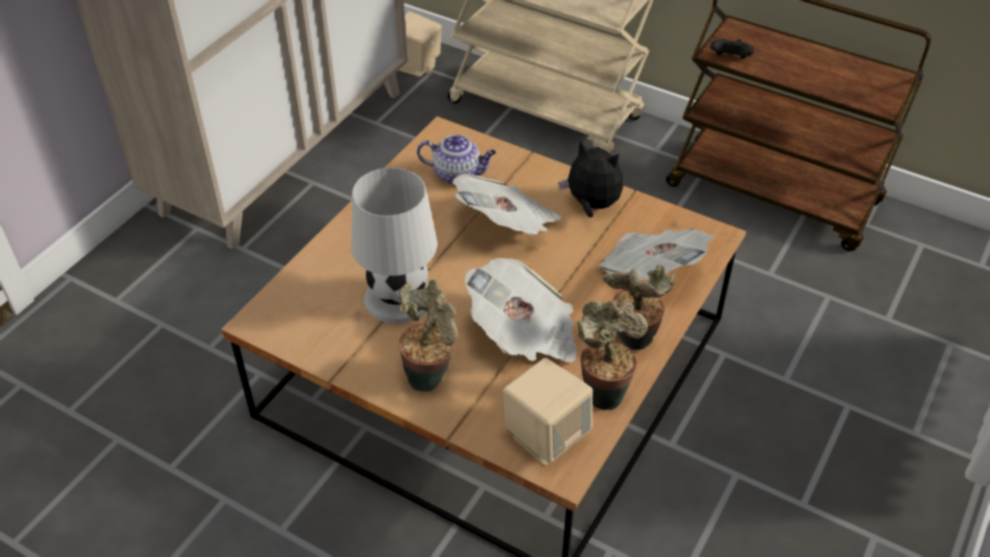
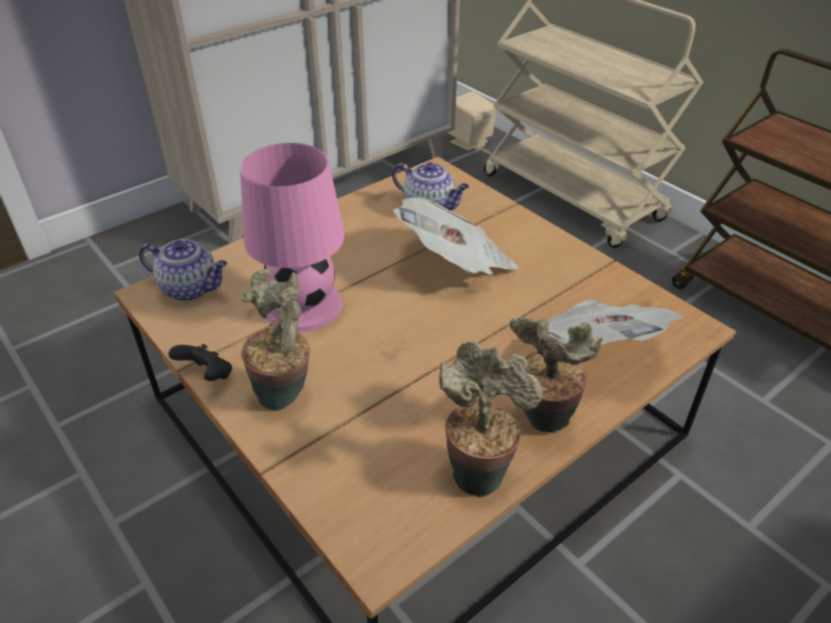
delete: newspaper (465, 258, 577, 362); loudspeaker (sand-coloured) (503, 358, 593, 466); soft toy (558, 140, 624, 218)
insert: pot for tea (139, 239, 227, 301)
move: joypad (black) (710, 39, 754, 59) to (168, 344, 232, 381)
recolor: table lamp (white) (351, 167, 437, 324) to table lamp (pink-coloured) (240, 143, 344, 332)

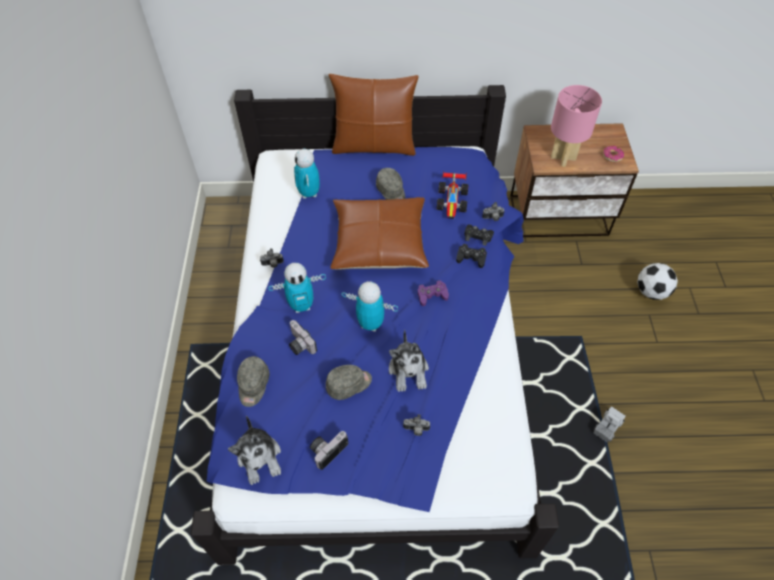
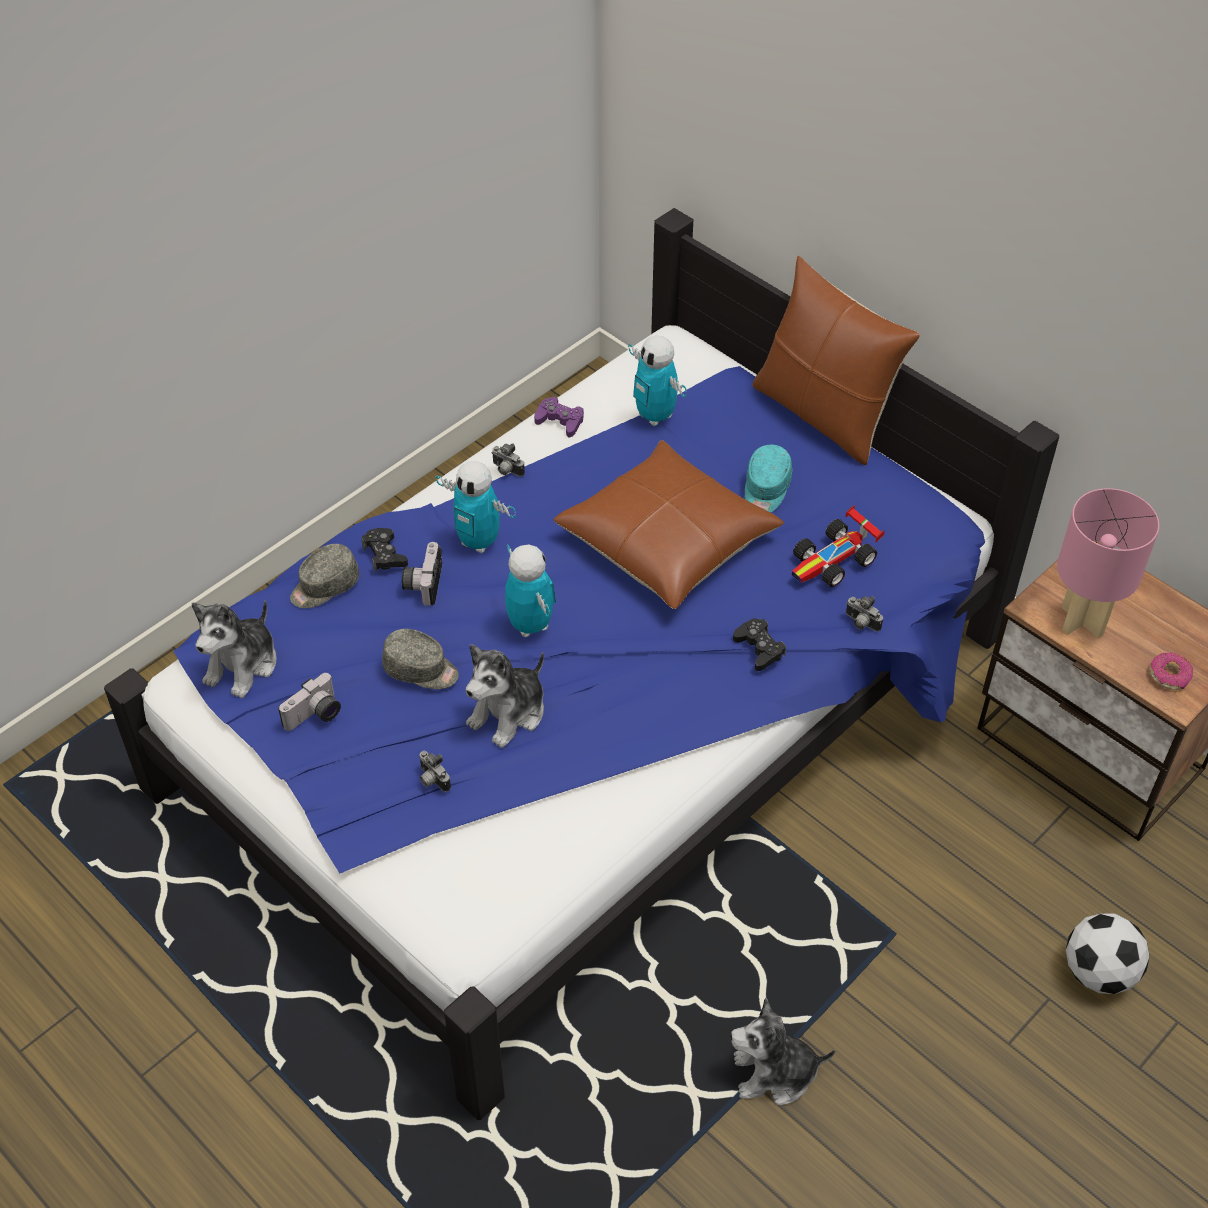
move: joypad (purple-coloured) (418, 280, 449, 306) to (534, 397, 584, 438); joypad (black) (464, 224, 494, 246) to (361, 528, 408, 572)
replace: toy truck (593, 406, 626, 443) to soft toy (731, 998, 836, 1105)
recolor: peaked cap (gray) (376, 168, 405, 200) to peaked cap (turquoise) (745, 444, 792, 512)
rotate: toy robot (294, 149, 320, 199) = (628, 336, 687, 426) 75 degrees counterclockwise; photo camera (310, 431, 348, 470) = (278, 673, 341, 731) 135 degrees clockwise

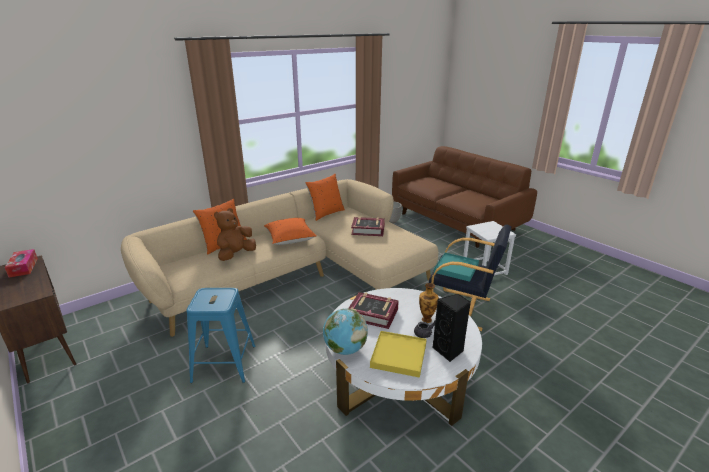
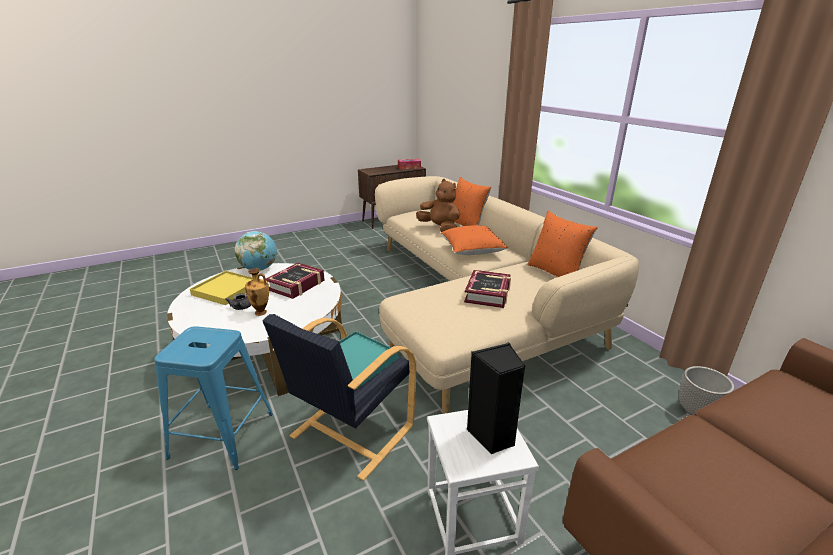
move: sitting stool (bluish) (186, 288, 256, 383) to (154, 326, 273, 470); loudspeaker (black) (432, 294, 471, 362) to (467, 343, 526, 454)

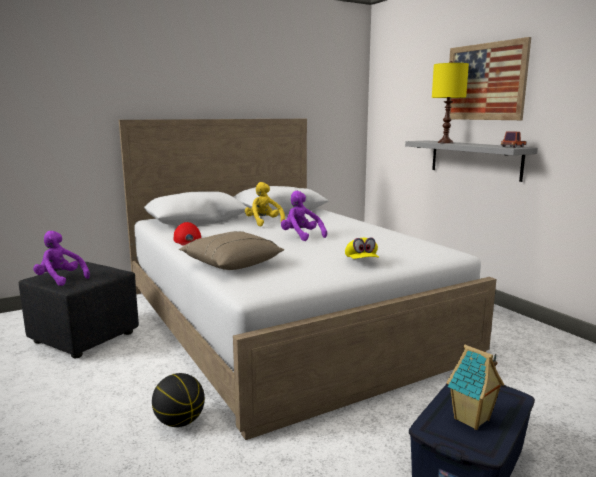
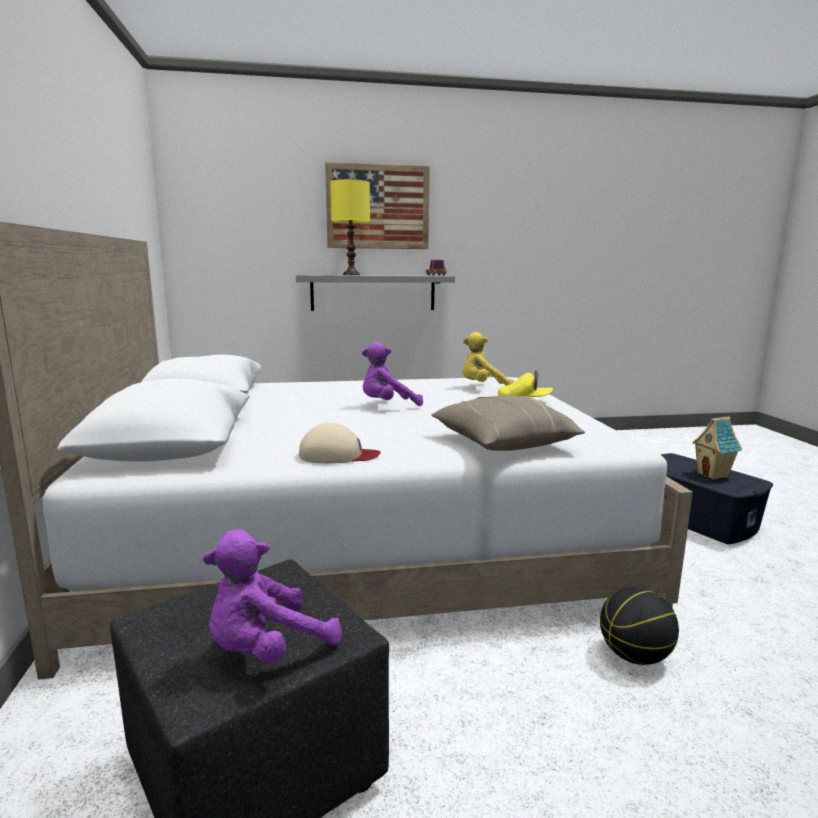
move: soft toy (yellow-coloured) (245, 182, 285, 227) to (462, 332, 514, 386)
recolor: peaked cap (red-coloured) (174, 222, 201, 246) to peaked cap (sand-coloured) (299, 422, 381, 463)

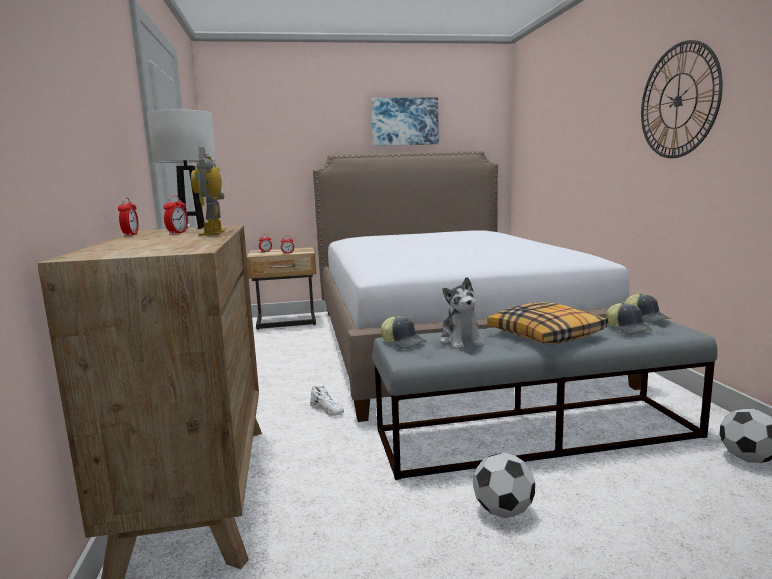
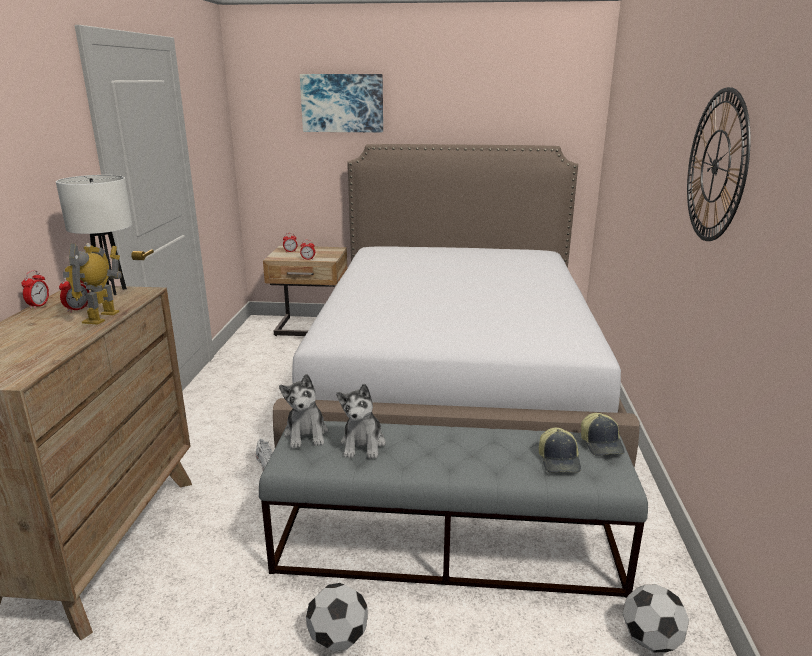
delete: pillow (487, 302, 608, 344)
move: picture (371, 97, 439, 146) to (300, 74, 383, 133)
replace: peaked cap (381, 316, 427, 349) to soft toy (279, 374, 328, 449)

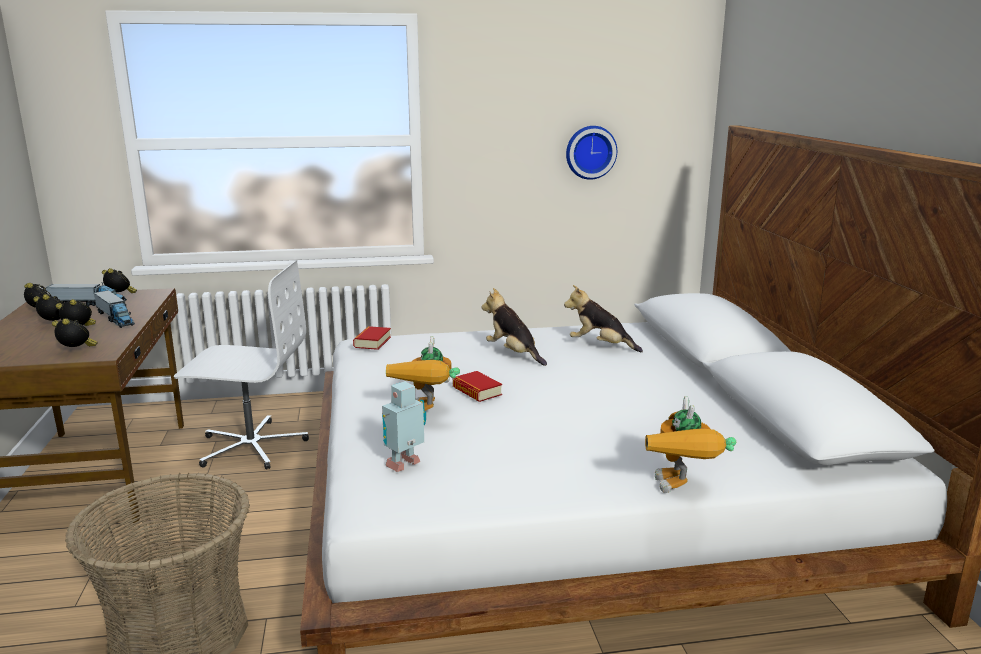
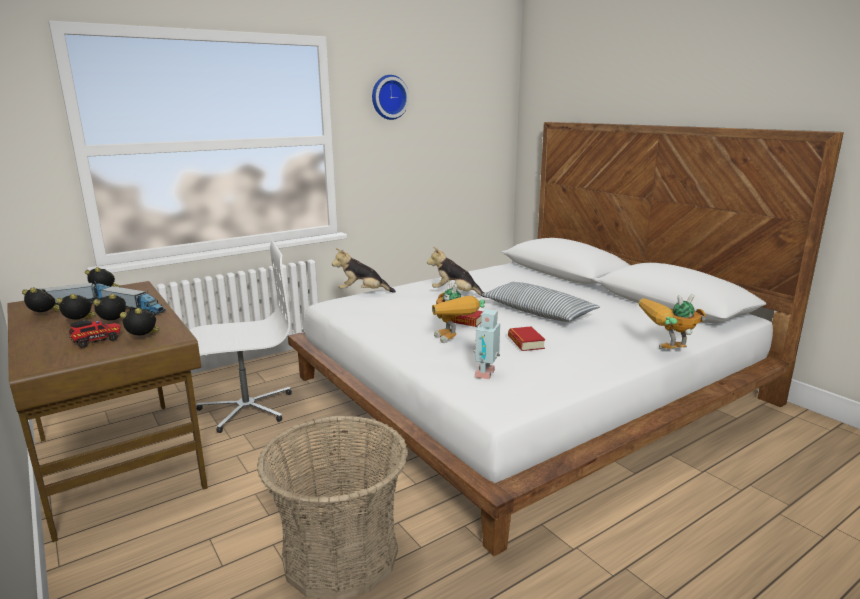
insert: toy truck (69, 320, 121, 348); pillow (482, 282, 600, 322)
move: book (353, 326, 391, 350) to (508, 326, 545, 351); soft toy (564, 285, 643, 352) to (332, 248, 396, 293); clock on the wall (566, 126, 617, 180) to (372, 75, 409, 120)
rotate: toy robot (645, 396, 736, 493) = (639, 294, 706, 349) 105 degrees clockwise

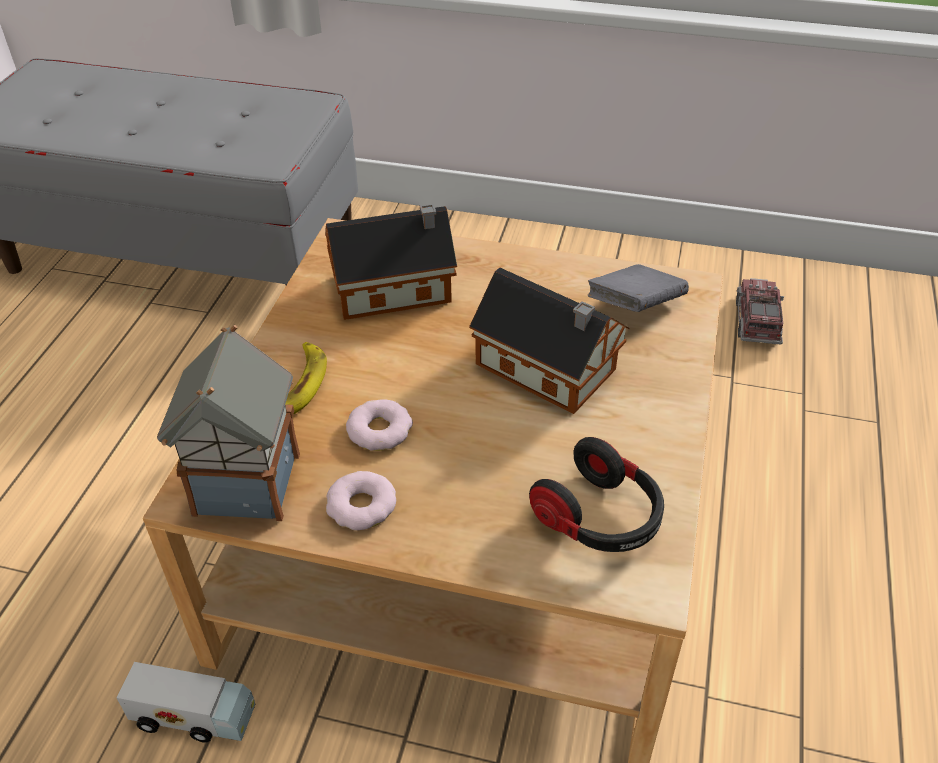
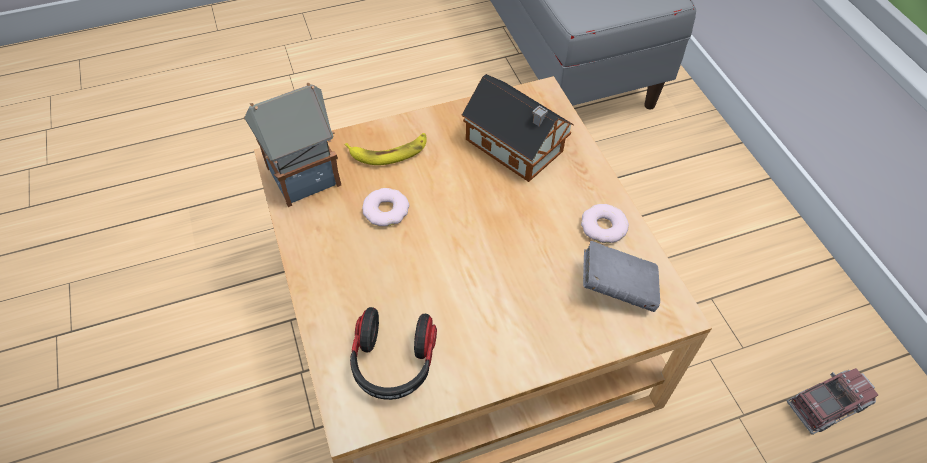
delete: toy truck (117, 662, 255, 742); miniature house (469, 268, 630, 414)
move: donut (326, 471, 396, 531) to (581, 204, 629, 243)

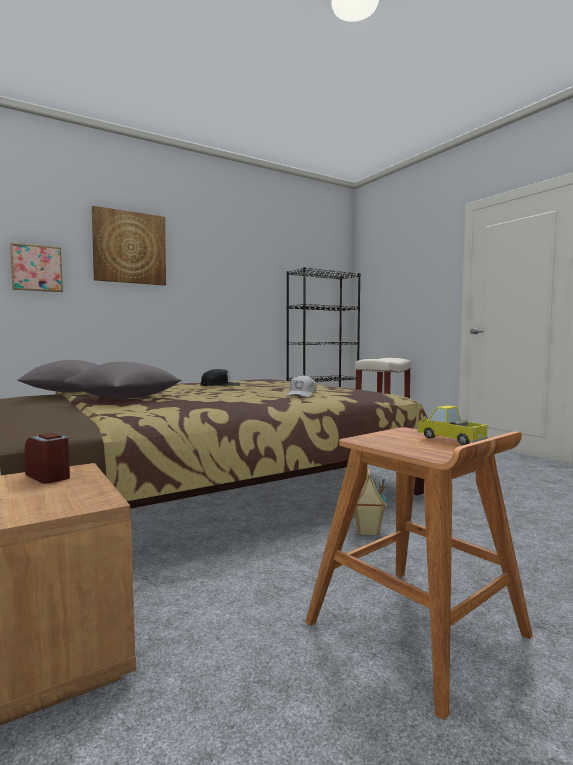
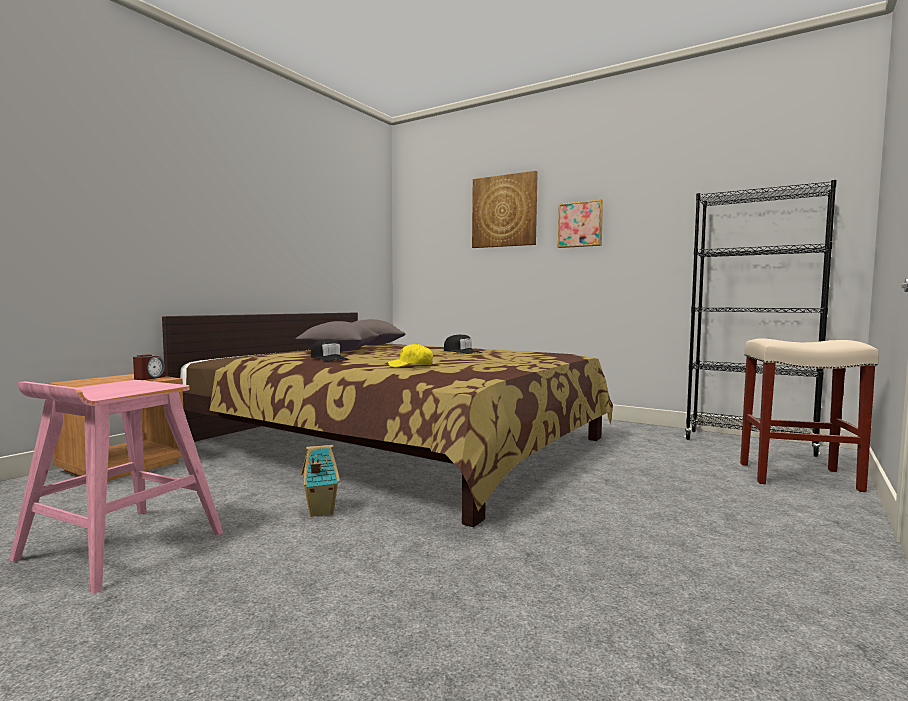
delete: toy truck (417, 405, 488, 445)
insert: peaked cap (black) (311, 339, 349, 361)
move: picture (10, 242, 63, 292) to (558, 200, 603, 248)
recolor: peaked cap (white) (286, 375, 316, 397) to peaked cap (yellow-coloured) (387, 343, 433, 367); sitting stool (brown) (305, 427, 533, 720) to sitting stool (pink-coloured) (9, 380, 223, 594)

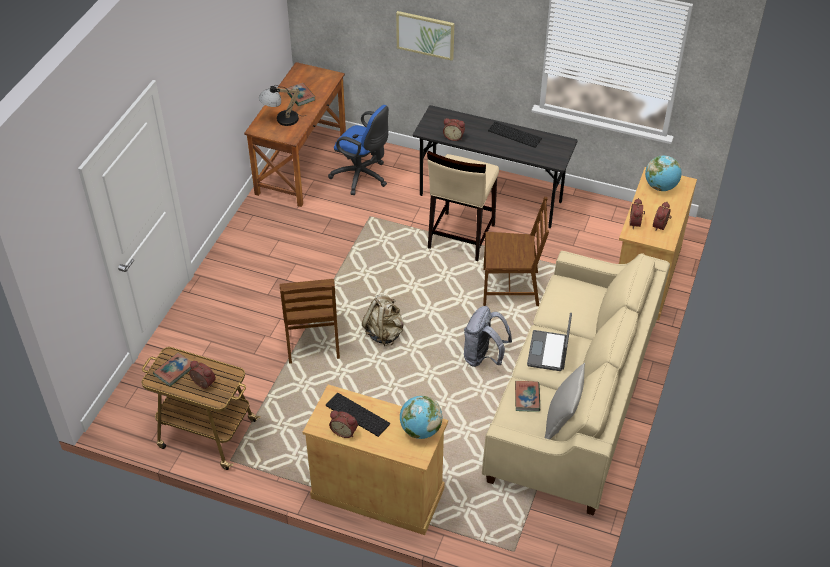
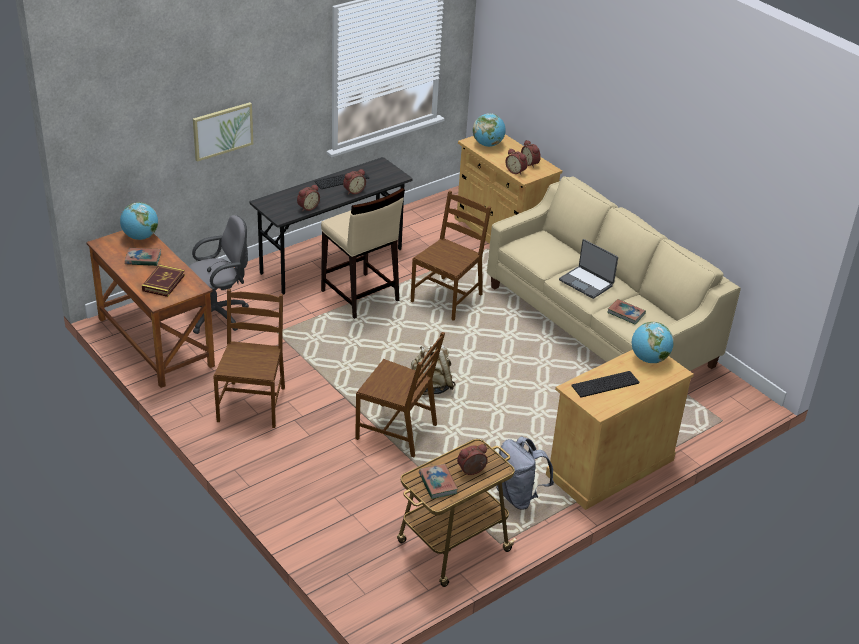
delete: pillow (gray) (545, 363, 585, 439)
insert: desk globe (120, 202, 158, 240); plain chair (brown) (213, 289, 285, 428)
move: alarm clock (329, 411, 358, 438) to (343, 169, 366, 194); rucksack (gray) (464, 306, 512, 367) to (496, 437, 554, 510)
replace: table lamp (259, 85, 307, 126) to book (142, 265, 185, 297)
recolor: computer chair (bluish) (328, 105, 389, 195) to computer chair (gray) (184, 215, 249, 334)

